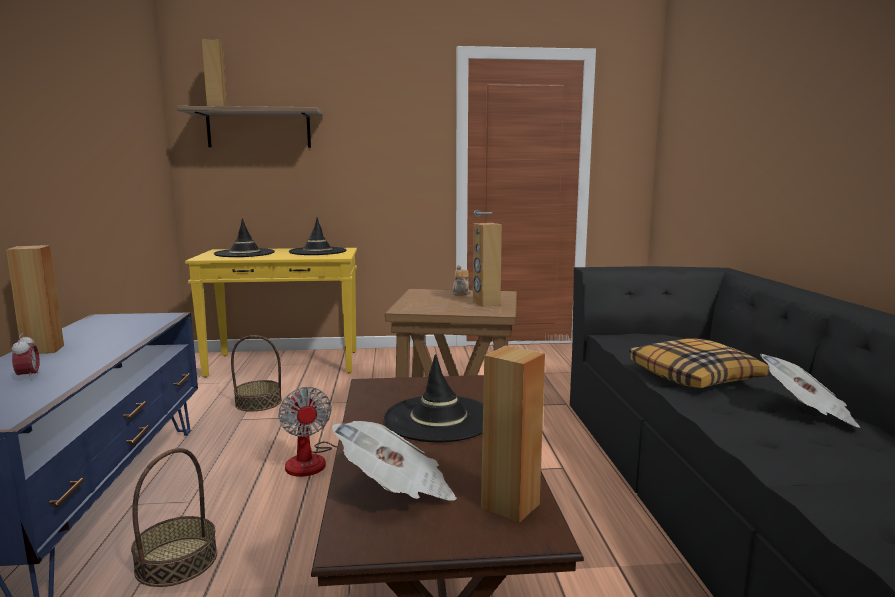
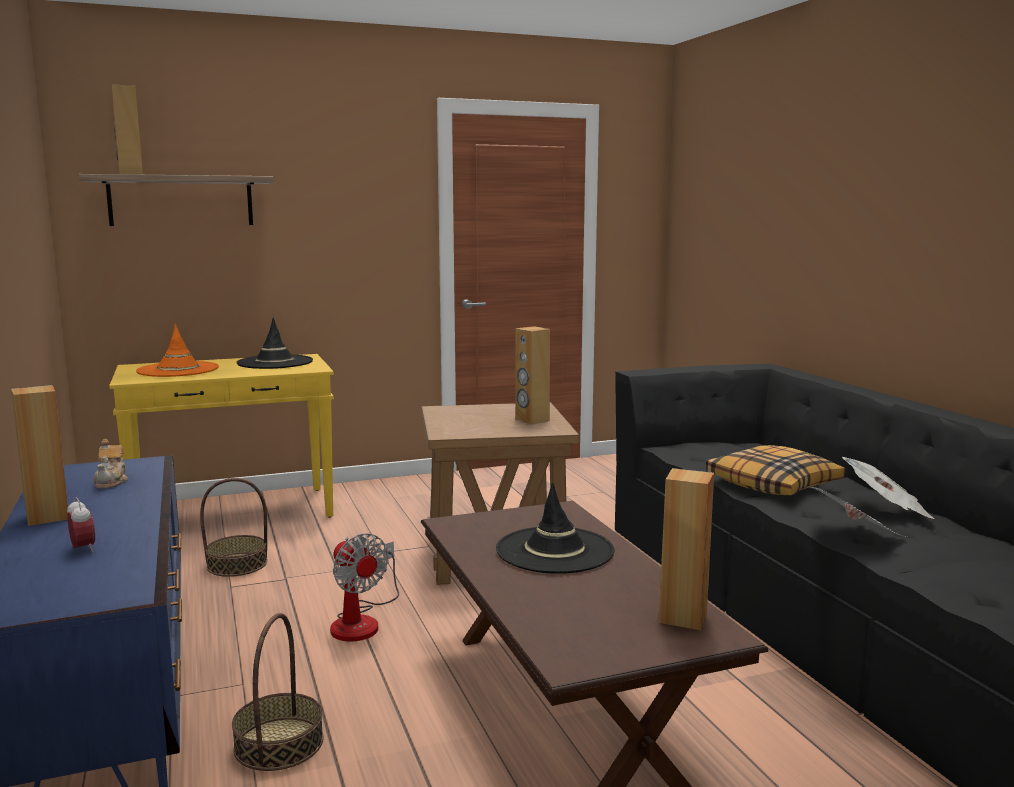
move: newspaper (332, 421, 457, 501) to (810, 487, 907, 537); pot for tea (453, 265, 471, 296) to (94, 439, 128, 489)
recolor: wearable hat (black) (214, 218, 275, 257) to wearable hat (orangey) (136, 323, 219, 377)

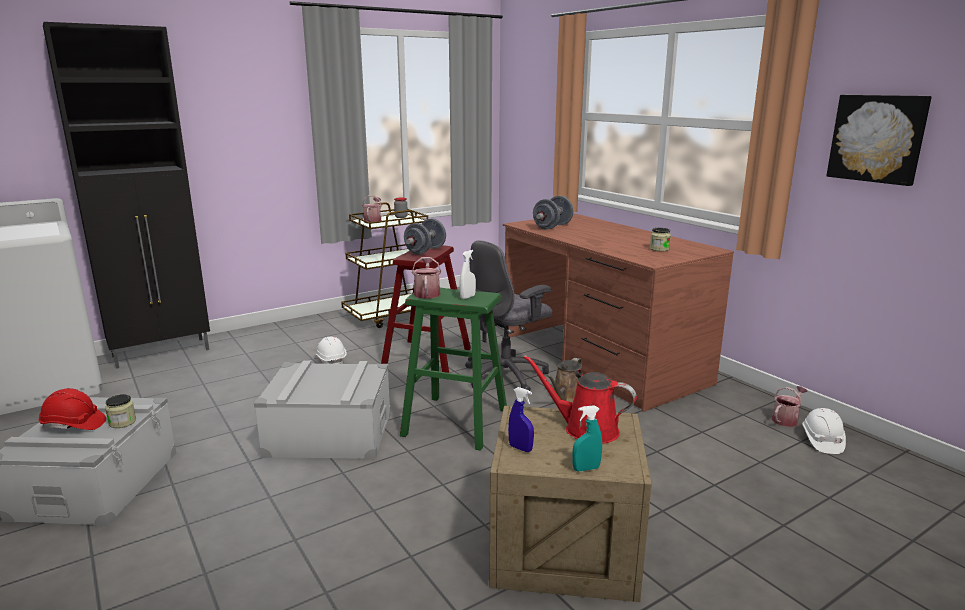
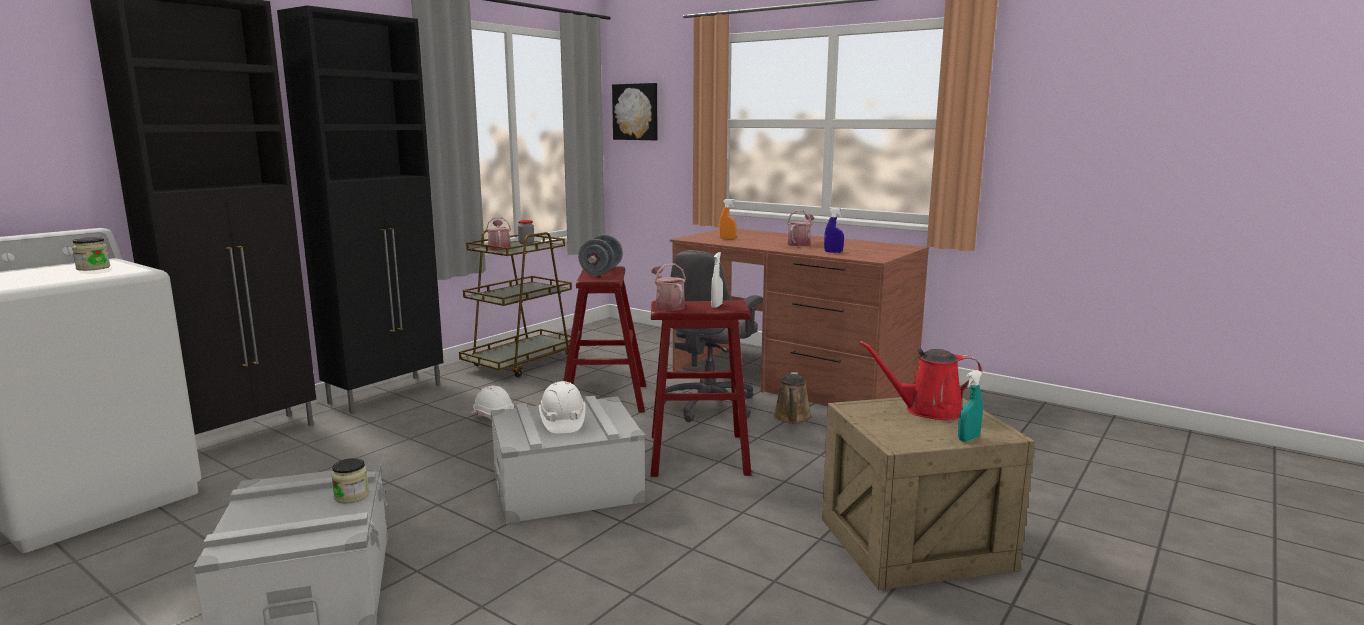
delete: work helmet (red-coloured) (39, 388, 106, 430)
insert: cabinet (black) (277, 5, 444, 414)
move: sprayer (bluish) (508, 387, 534, 452) to (824, 208, 844, 253); preserve jar (650, 228, 671, 251) to (72, 237, 110, 271); sprinkling can (771, 386, 807, 427) to (787, 210, 815, 246); work helmet (white) (802, 408, 846, 454) to (539, 381, 586, 434); picture (826, 95, 932, 186) to (612, 83, 657, 140)
replace: free weight (gray) (533, 196, 574, 230) to sprayer (orangey) (719, 199, 737, 239)
recolor: sitting stool (greenish) (400, 288, 507, 451) to sitting stool (red-coloured) (651, 300, 751, 477)

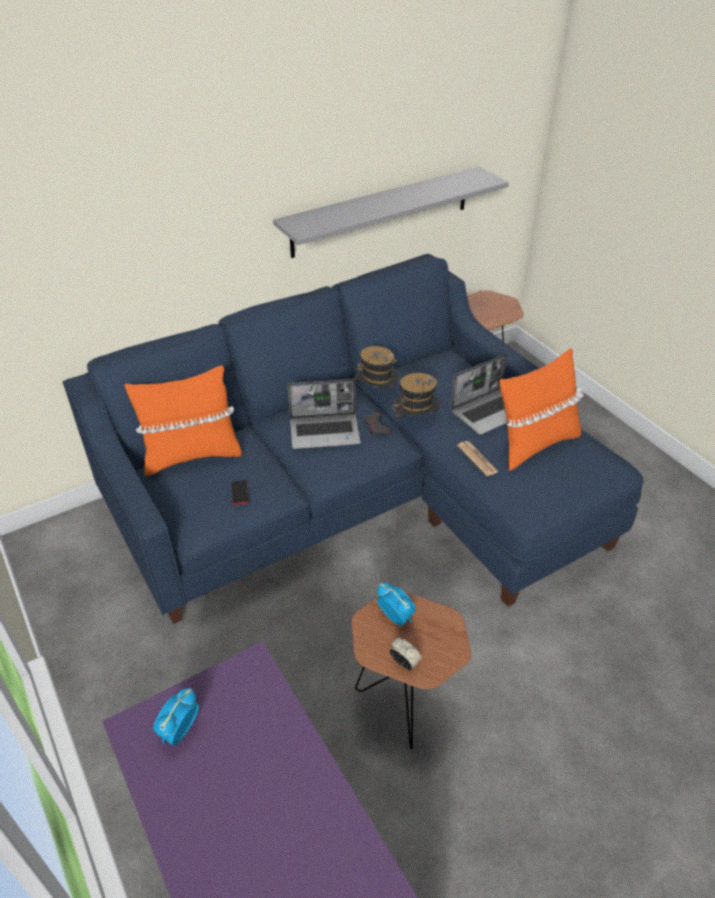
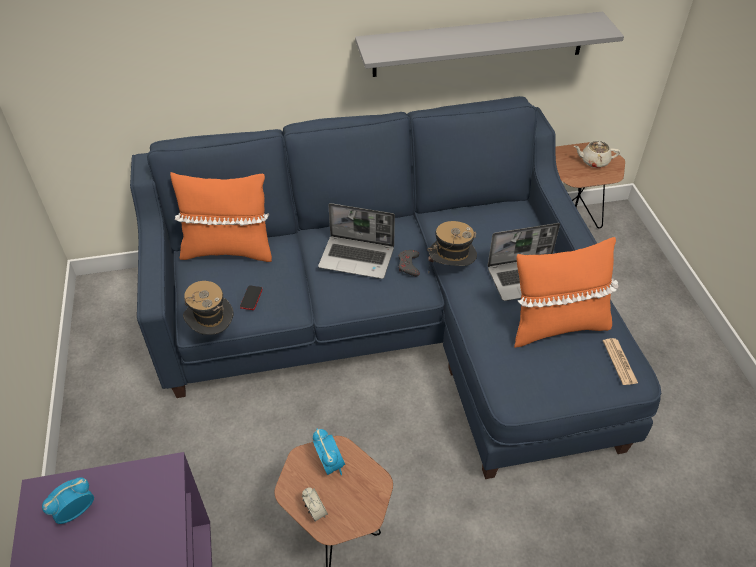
insert: pot for tea (sand-coloured) (574, 141, 620, 168)
move: wearable hat (355, 346, 398, 389) to (183, 281, 234, 335); newspaper (457, 441, 499, 476) to (603, 338, 638, 385)

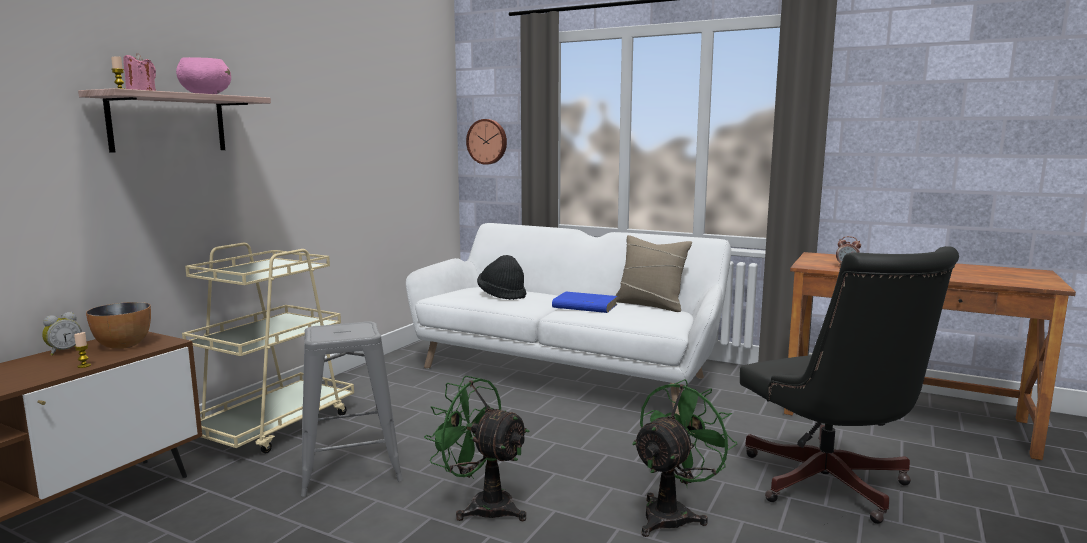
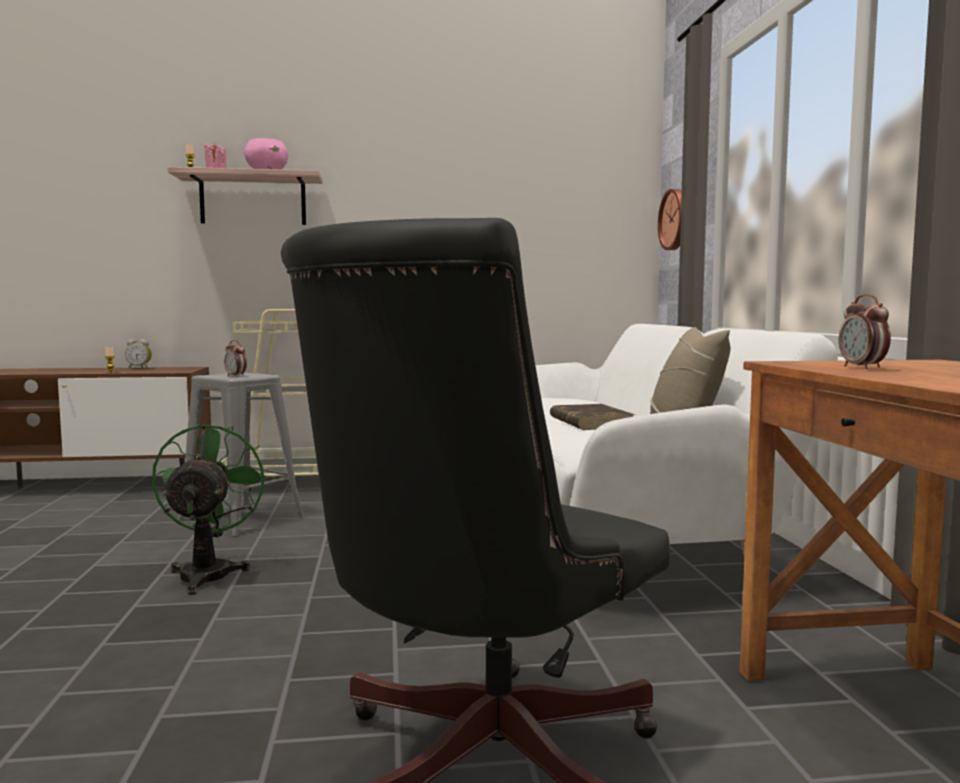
delete: bowl (86, 302, 151, 349); wearable hat (black) (477, 255, 526, 300); electric fan (greenish) (632, 379, 737, 537)
insert: alarm clock (224, 340, 247, 377)
recolor: book (bluish) (552, 292, 617, 313) to book (brown) (550, 404, 635, 430)

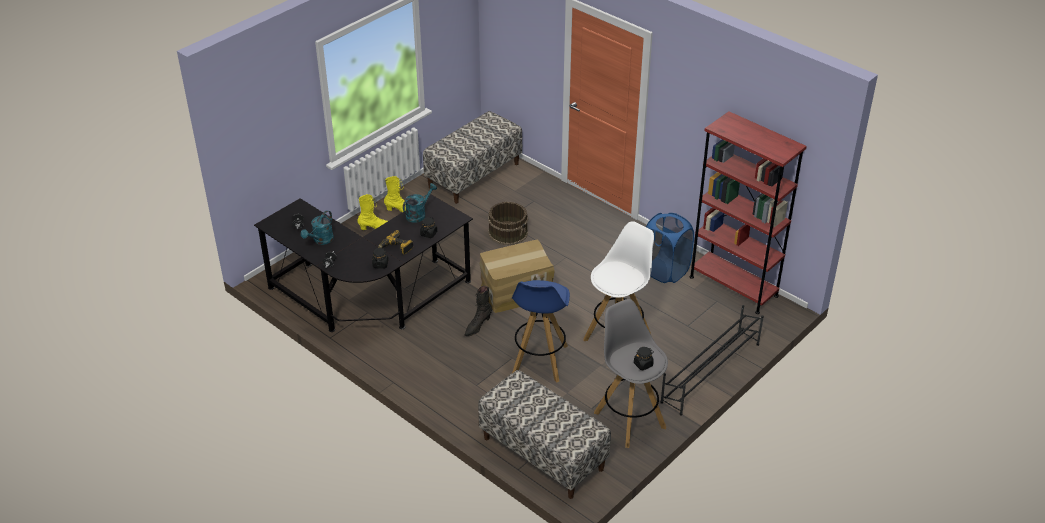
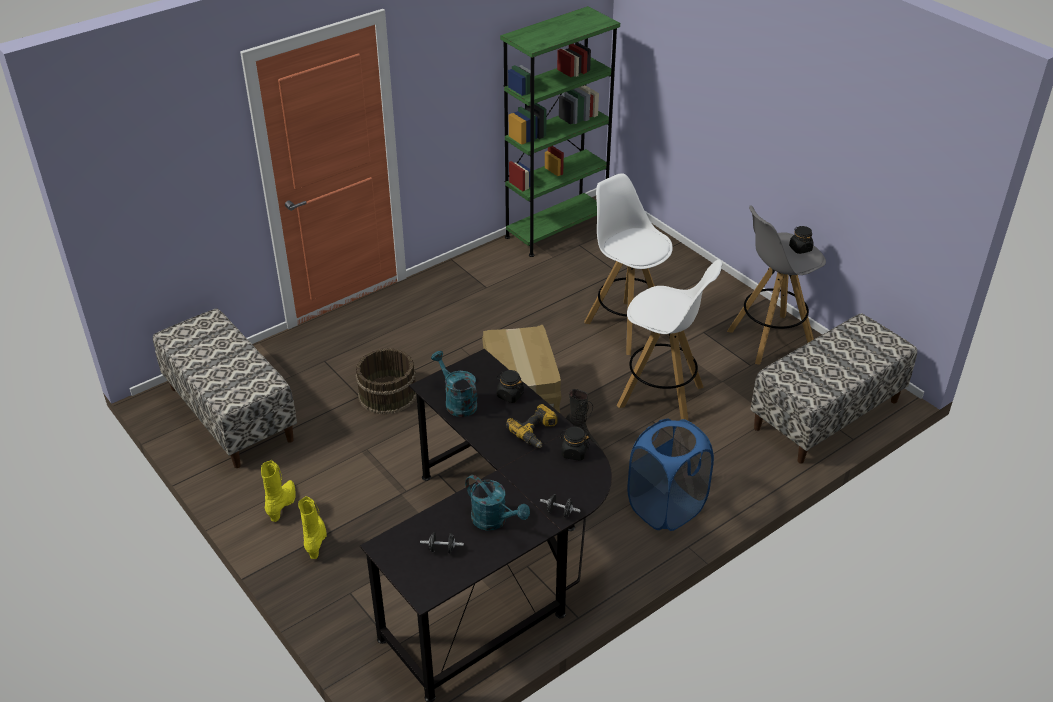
delete: shoe shelf (black) (660, 305, 764, 416)
move: laundry basket (bluish) (646, 213, 694, 283) to (627, 419, 714, 531)
recolor: sitting stool (bluish) (512, 280, 570, 383) to sitting stool (white) (617, 260, 722, 421); bookcase (red-coloured) (689, 111, 807, 314) to bookcase (greenish) (500, 6, 620, 257)

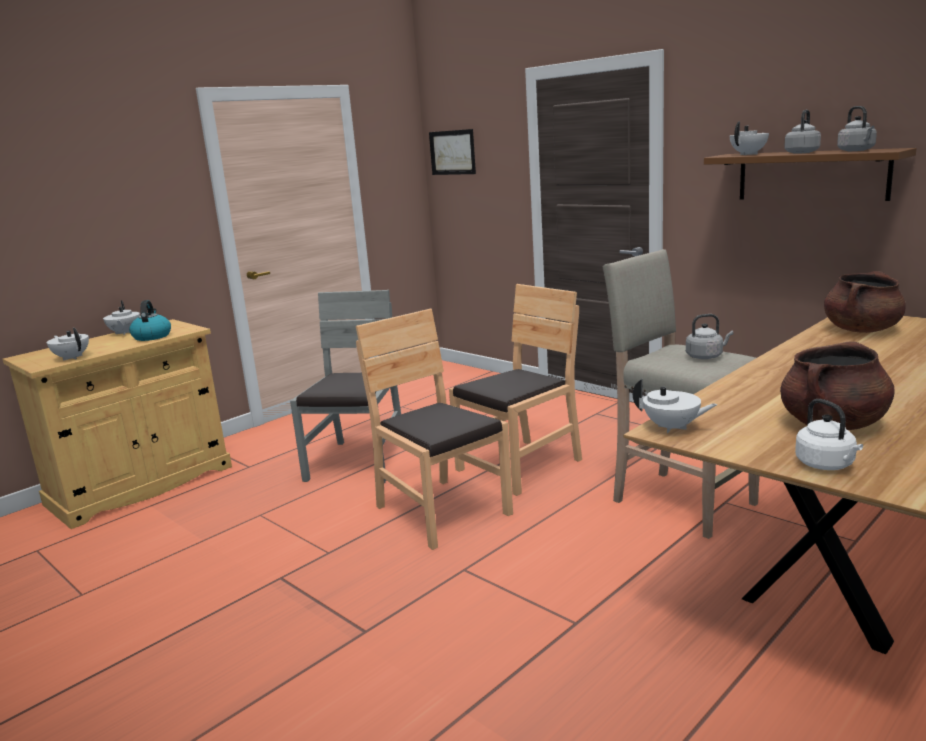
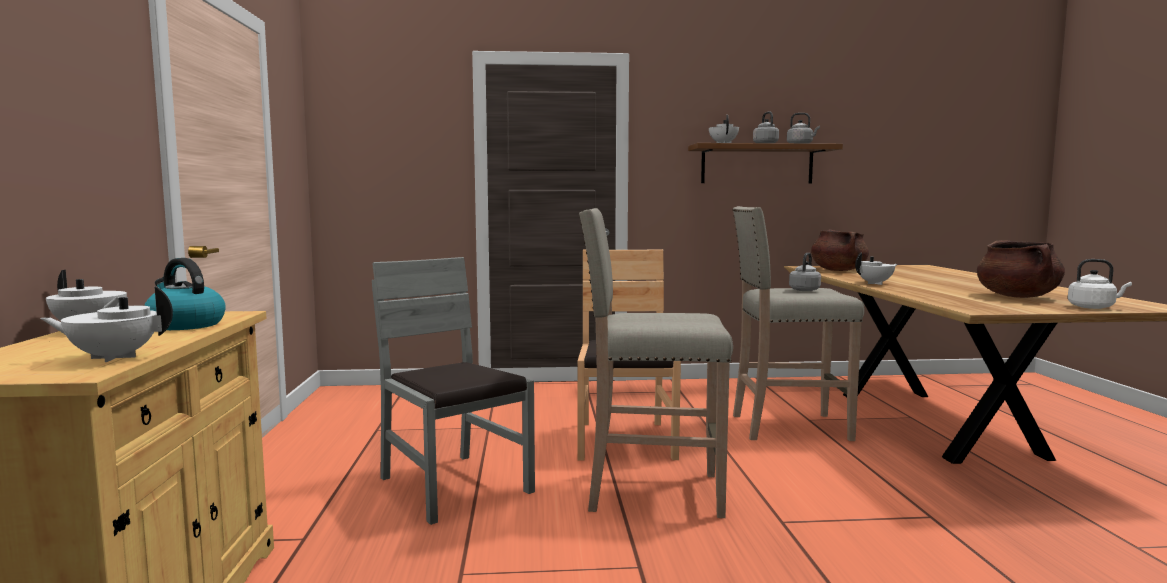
delete: picture (429, 129, 476, 175)
move: pot for tea (white) (633, 379, 718, 433) to (855, 252, 897, 285)
replace: plain chair (brown) (356, 309, 513, 550) to sitting stool (sand-coloured) (579, 208, 733, 518)

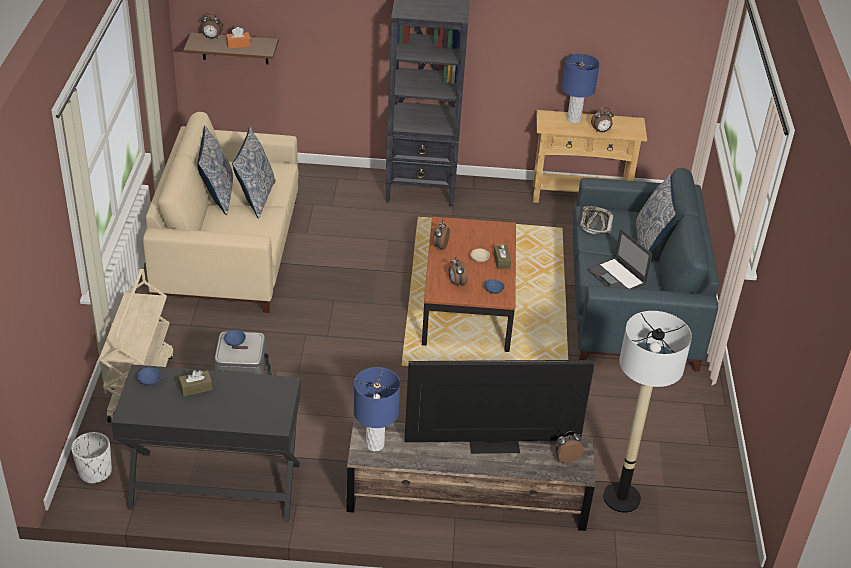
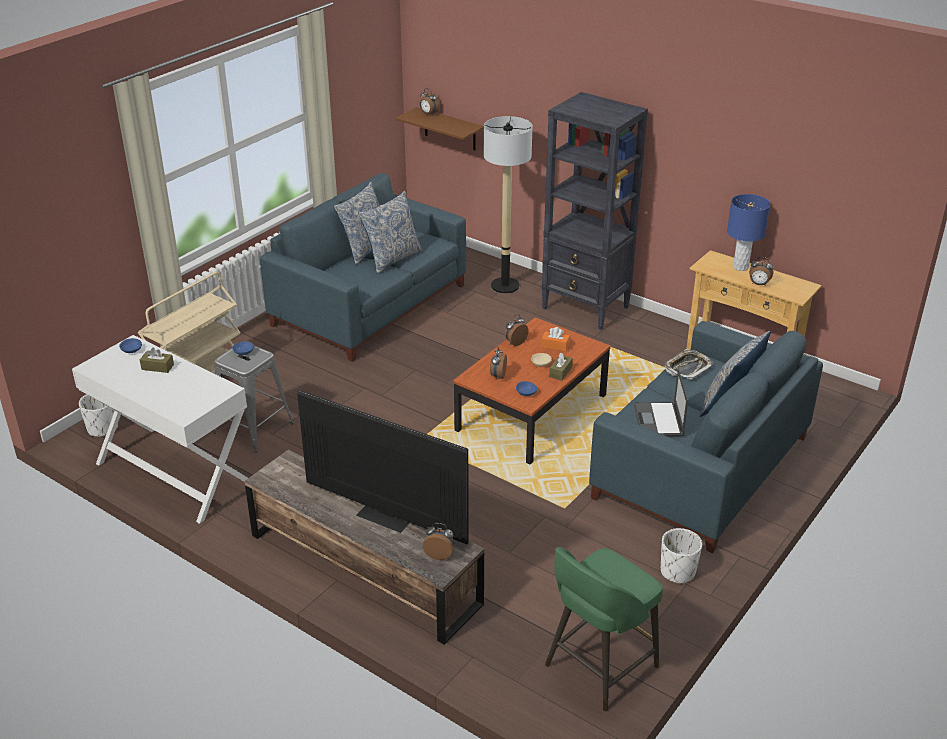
delete: table lamp (bluish) (354, 367, 400, 451)
insert: sitting stool (greenish) (545, 547, 663, 712); planter (white) (661, 528, 702, 584)
move: tissue holder (orangey) (226, 27, 251, 49) to (541, 327, 570, 352); standing lamp (603, 311, 692, 513) to (484, 116, 533, 294)
recolor: desk table (black) (111, 364, 301, 522) to desk table (white) (72, 335, 248, 524); couch (sand-coloured) (143, 112, 299, 313) to couch (bluish) (260, 173, 466, 362)

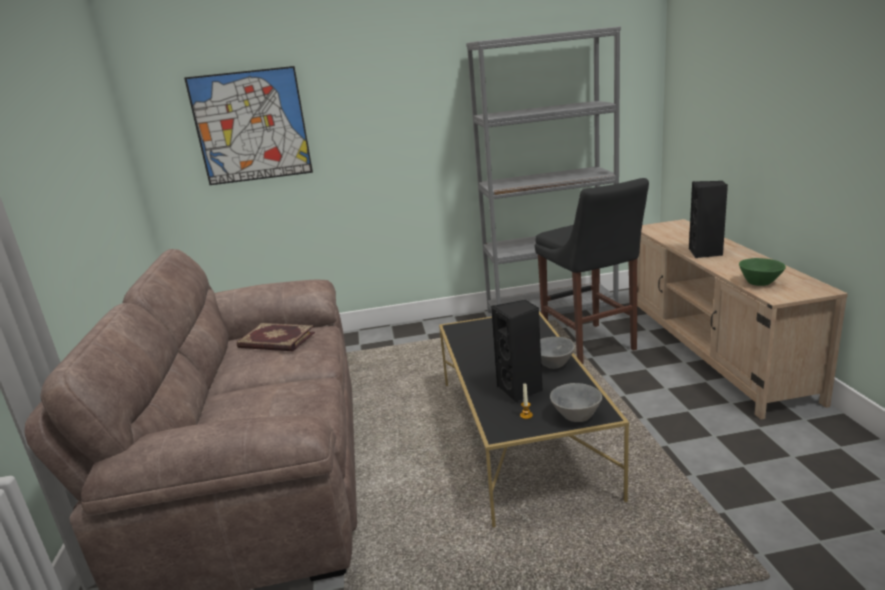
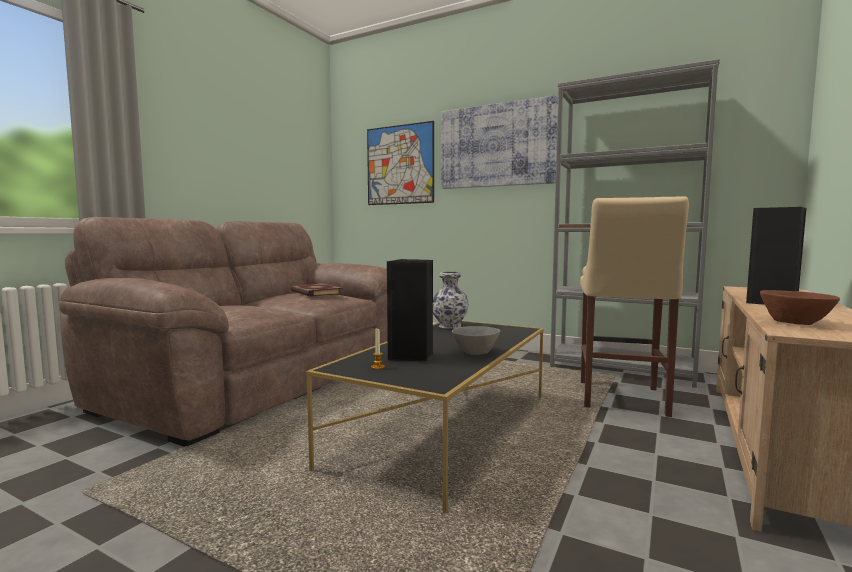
delete: bowl (gray) (550, 383, 602, 422)
insert: flower vase (433, 271, 469, 329); picture (441, 95, 558, 189)
recolor: sitting stool (black) (535, 178, 649, 364) to sitting stool (sand-coloured) (580, 196, 689, 417); bowl (greenish) (739, 258, 786, 286) to bowl (brown) (760, 290, 840, 325)

